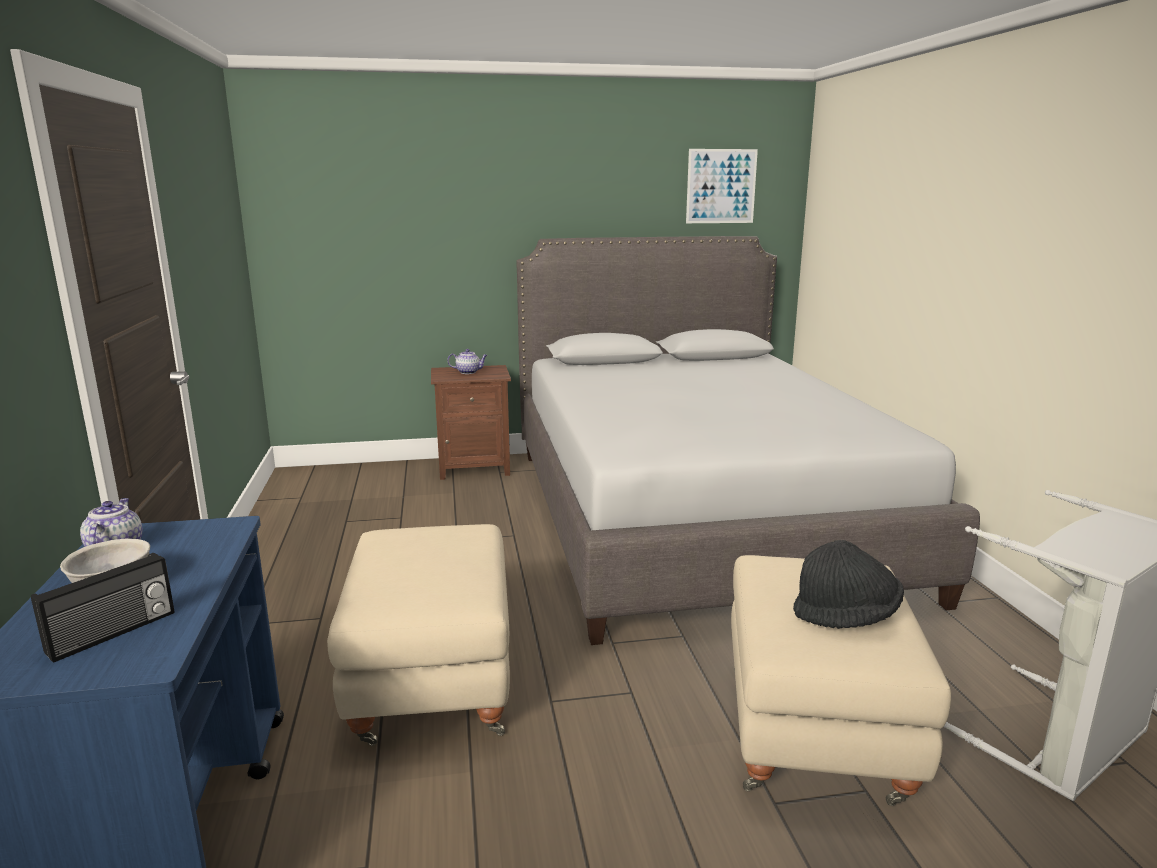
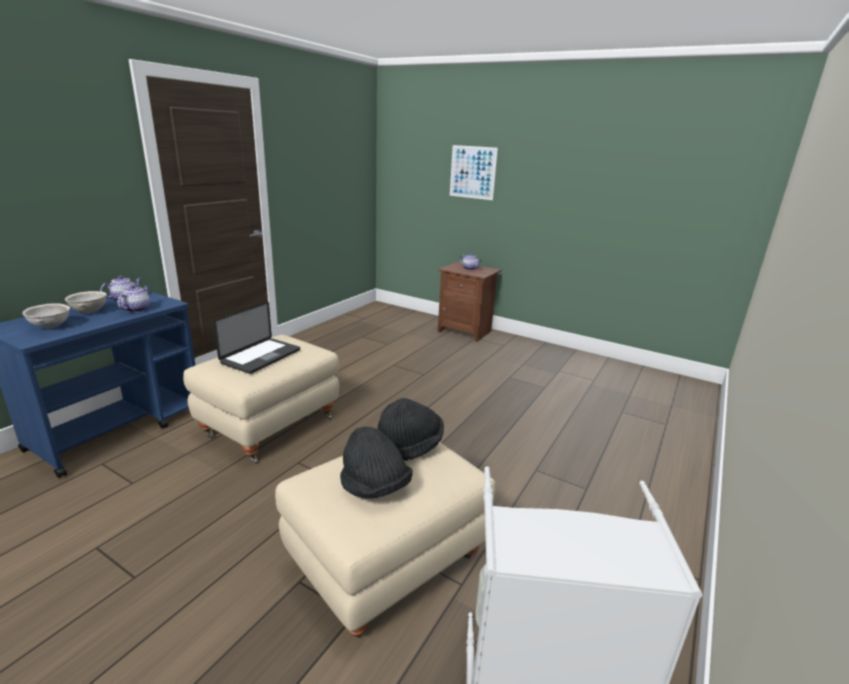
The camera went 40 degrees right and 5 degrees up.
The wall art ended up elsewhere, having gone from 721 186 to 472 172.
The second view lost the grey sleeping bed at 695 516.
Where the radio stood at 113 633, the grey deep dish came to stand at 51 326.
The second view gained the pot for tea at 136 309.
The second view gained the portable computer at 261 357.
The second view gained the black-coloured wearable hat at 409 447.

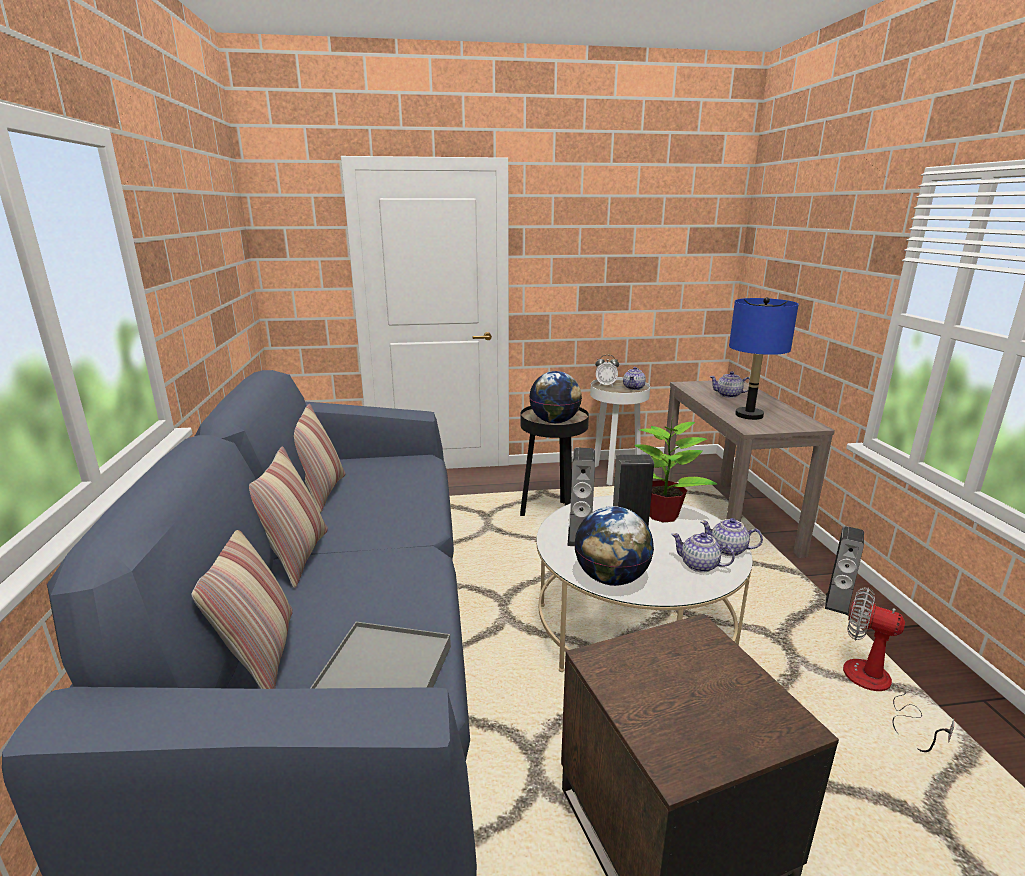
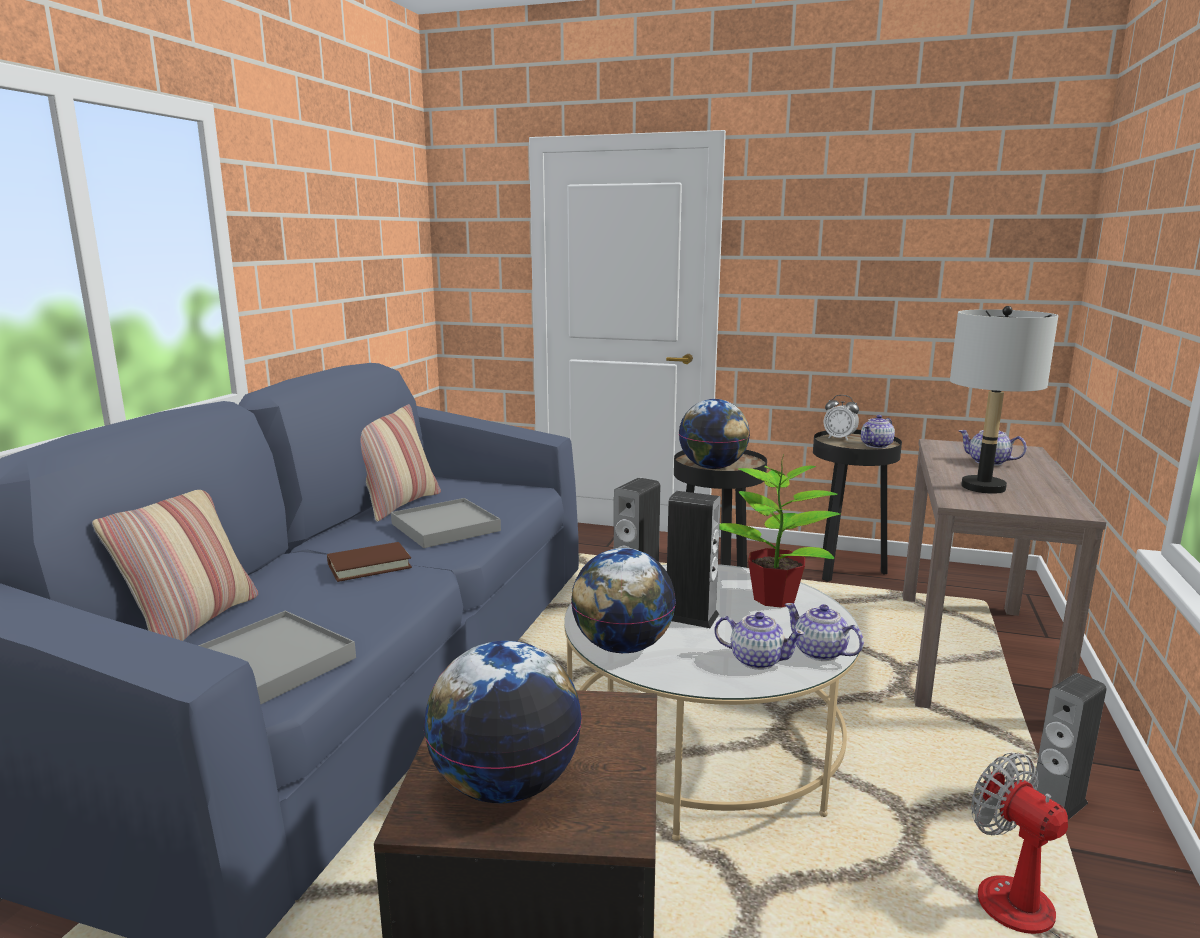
The camera went 25 degrees right and 5 degrees down.
What was the bluish tabletop lamp at 748 415 turned into the grey tabletop lamp at 983 487.
What was the white side table at 614 474 turned into the black-coloured side table at 846 570.
The second view lost the throw pillow at 296 557.
The pot for tea at 700 565 ended up facing another way, 150 degrees clockwise from before.
The second view gained the grey tray at 445 527.
The second view gained the brown book at 369 566.
The second view gained the globe at 506 785.

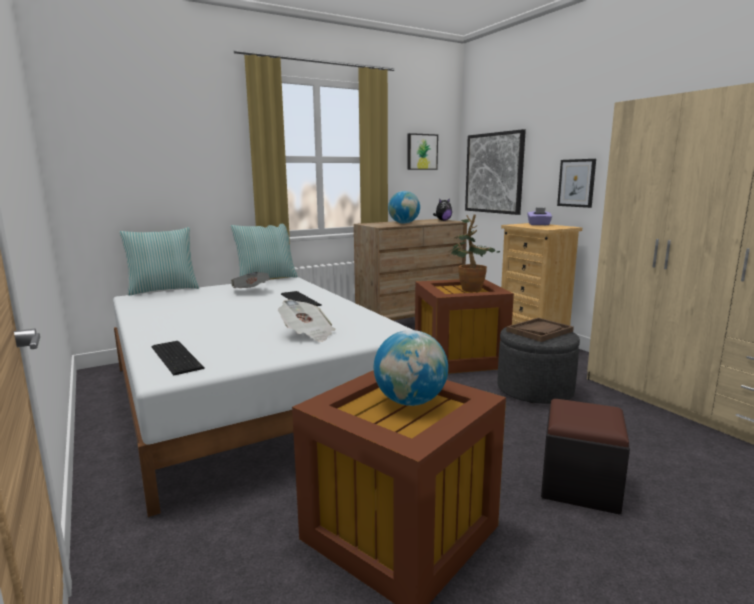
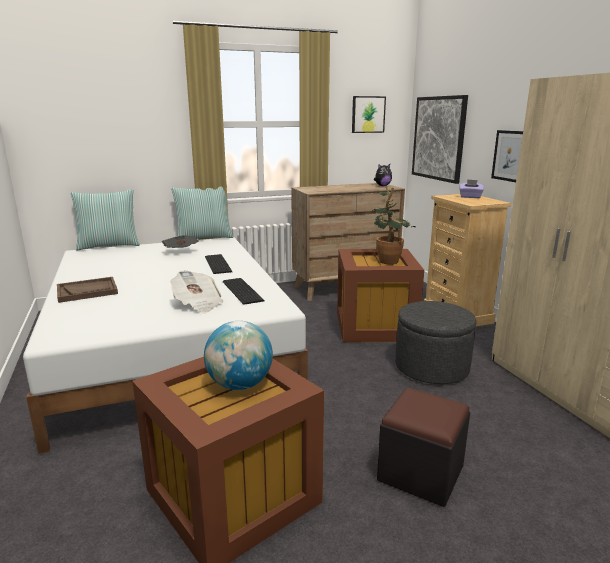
The camera went 10 degrees right and 5 degrees up.
The second view lost the globe at 404 223.
The brown tray ended up elsewhere, having gone from 539 331 to 87 291.
The keyboard ended up elsewhere, having gone from 178 356 to 243 290.

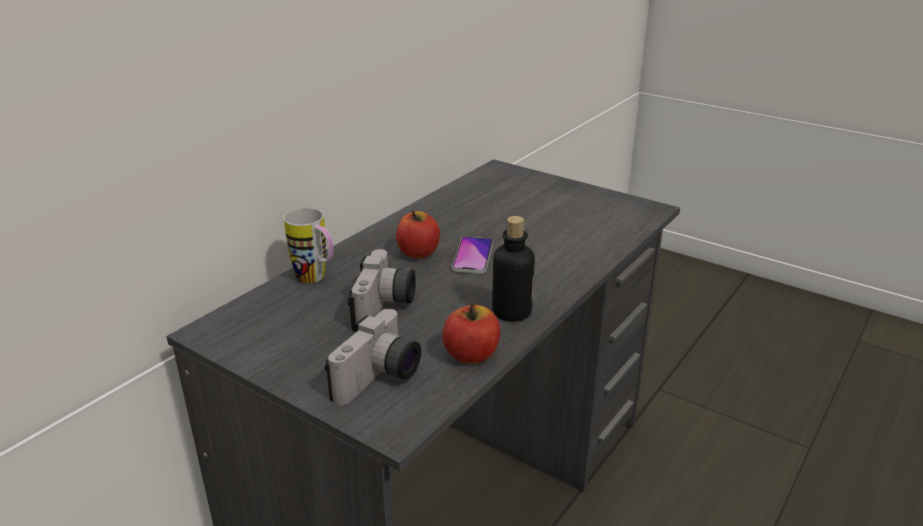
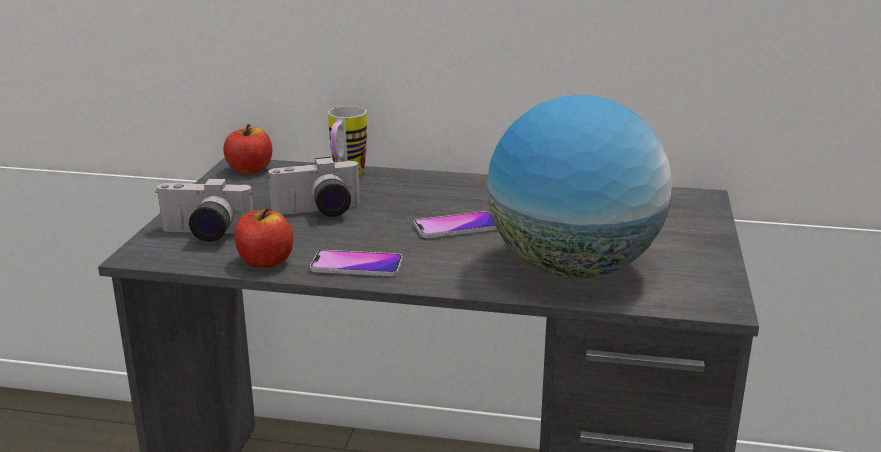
The camera went 65 degrees right and 5 degrees down.
The whole apple ended up elsewhere, having gone from 418 253 to 250 170.
Where the bottle stood at 511 312, the telephone came to stand at 356 265.
The second view gained the globe at 572 268.

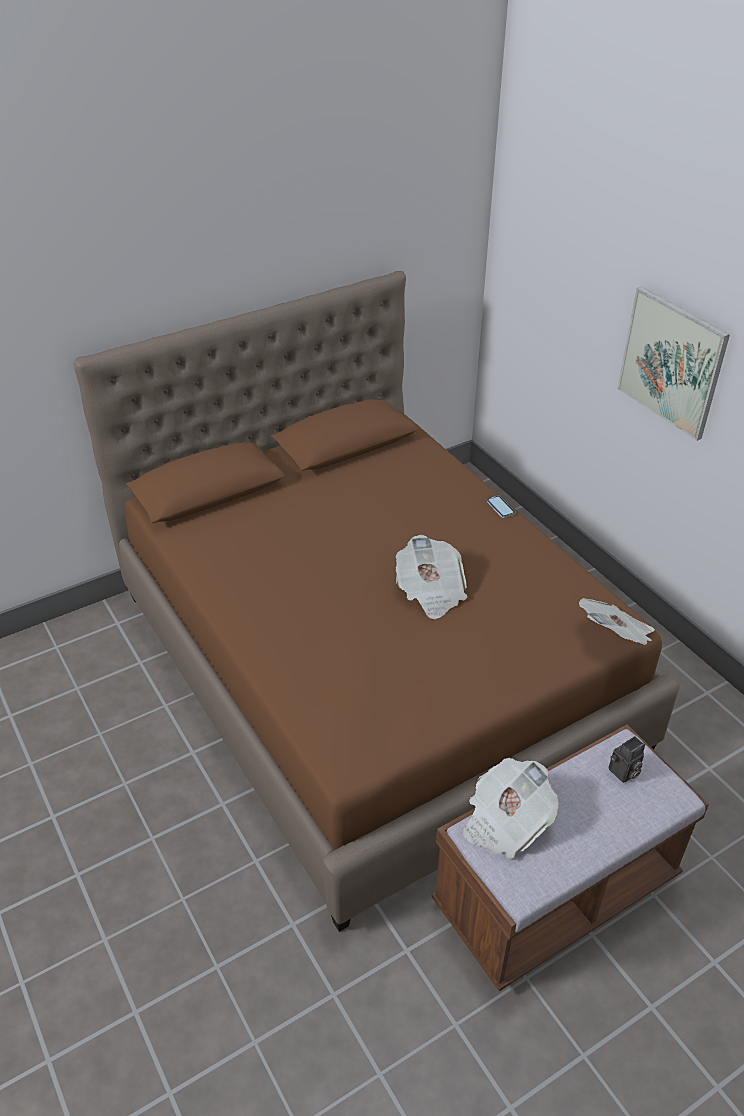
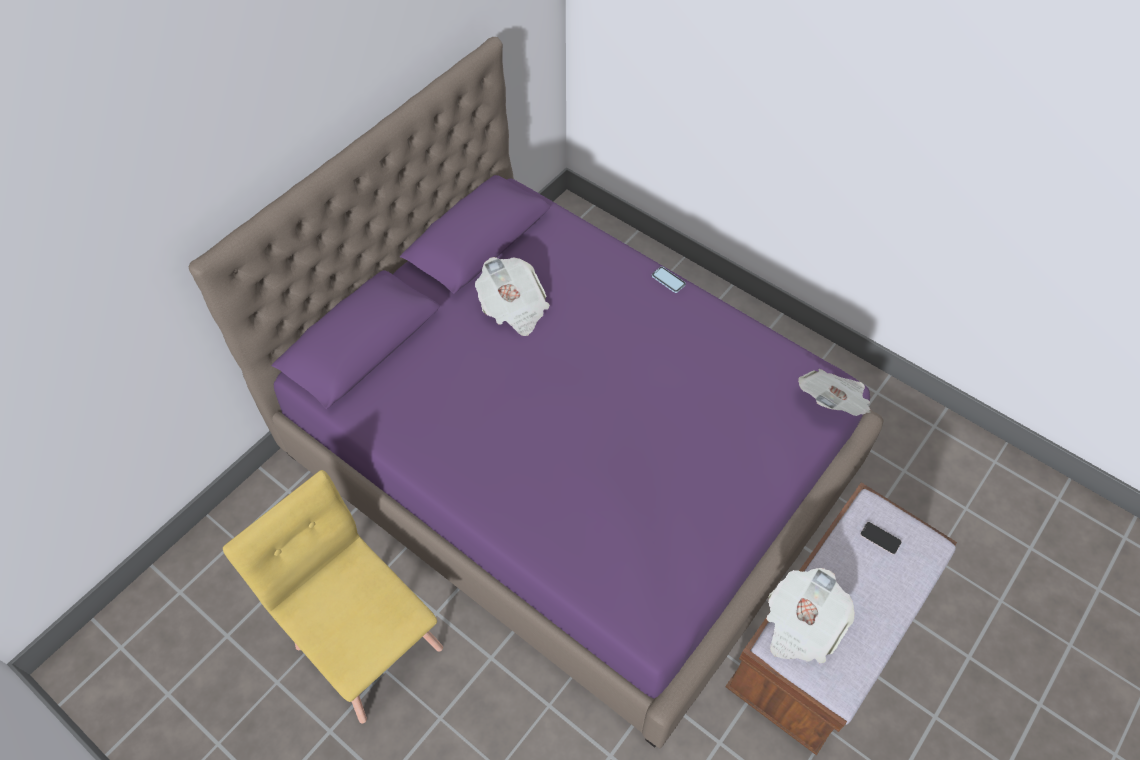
The camera went 20 degrees left and 15 degrees up.
What was the brown sleeping bed at 371 667 turned into the purplish sleeping bed at 569 461.
The second view lost the wall art at 671 362.
The printed paper ended up elsewhere, having gone from 430 592 to 513 308.
Where the photo camera stood at 623 773, the telephone came to stand at 880 538.
The second view gained the yellow-coloured upright chair at 369 645.

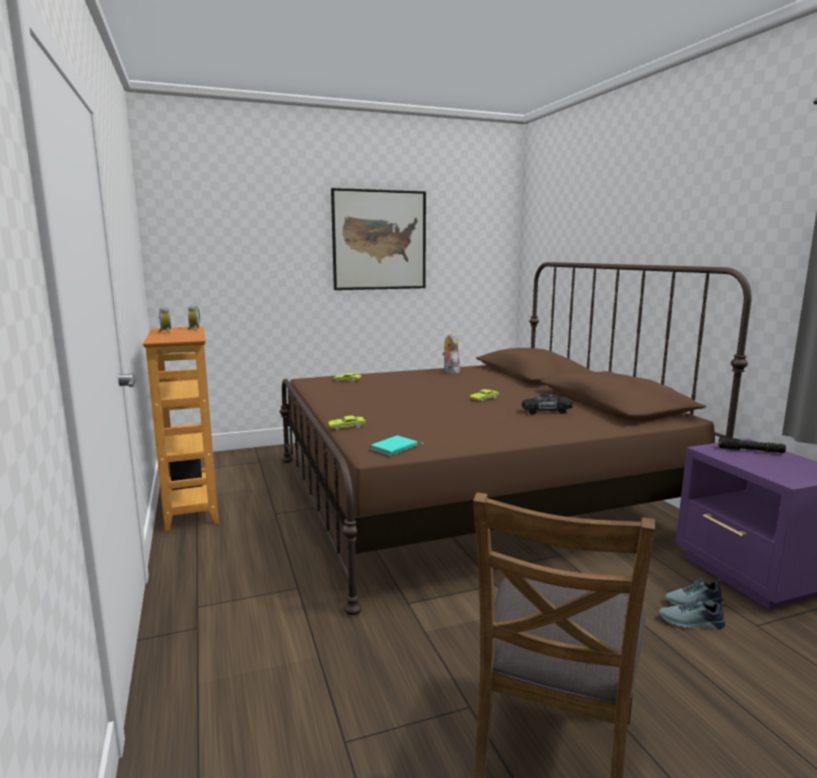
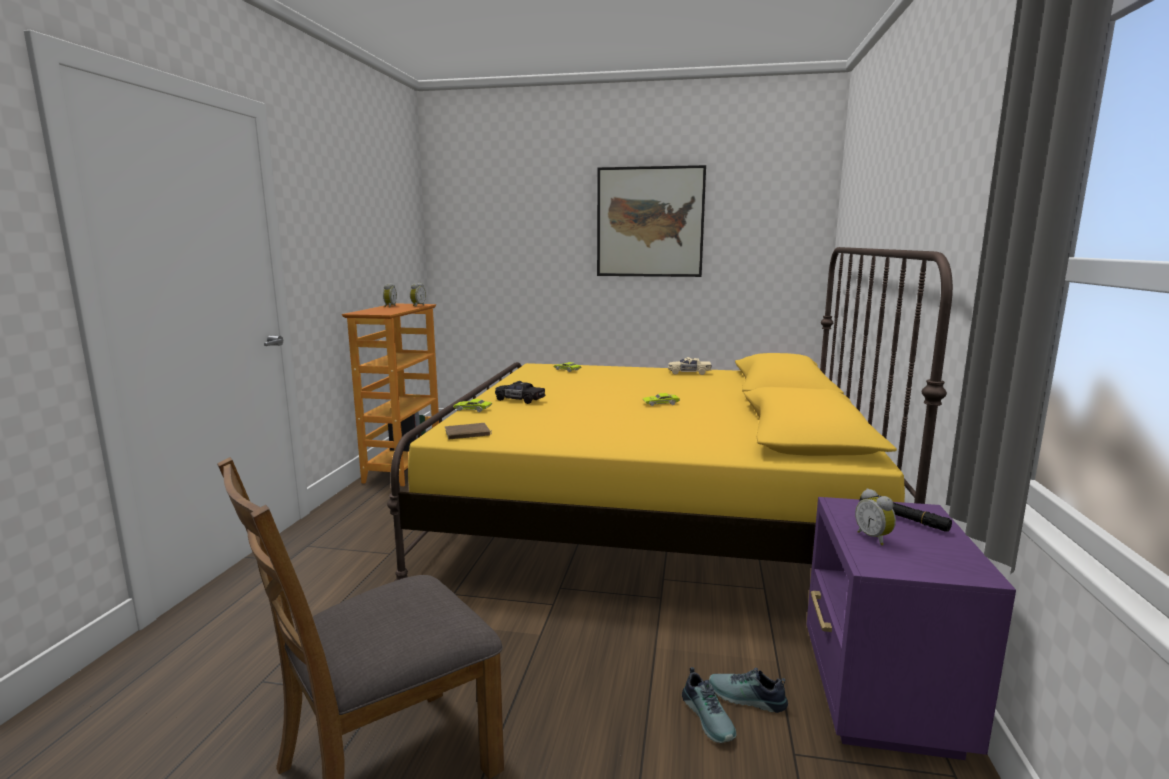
The camera went 30 degrees right and 0 degrees up.
What was the brown sleeping bed at 469 493 turned into the yellow-coloured sleeping bed at 653 511.
Where the soft toy stood at 450 371, the beige-coloured miniature car came to stand at 689 373.
The black-coloured miniature car ended up elsewhere, having gone from 546 411 to 519 400.
What was the blue-green book at 395 448 turned into the brown book at 467 434.
The low shoe at 691 623 ended up facing another way, 150 degrees counterclockwise from before.
The second view gained the alarm clock at 874 538.

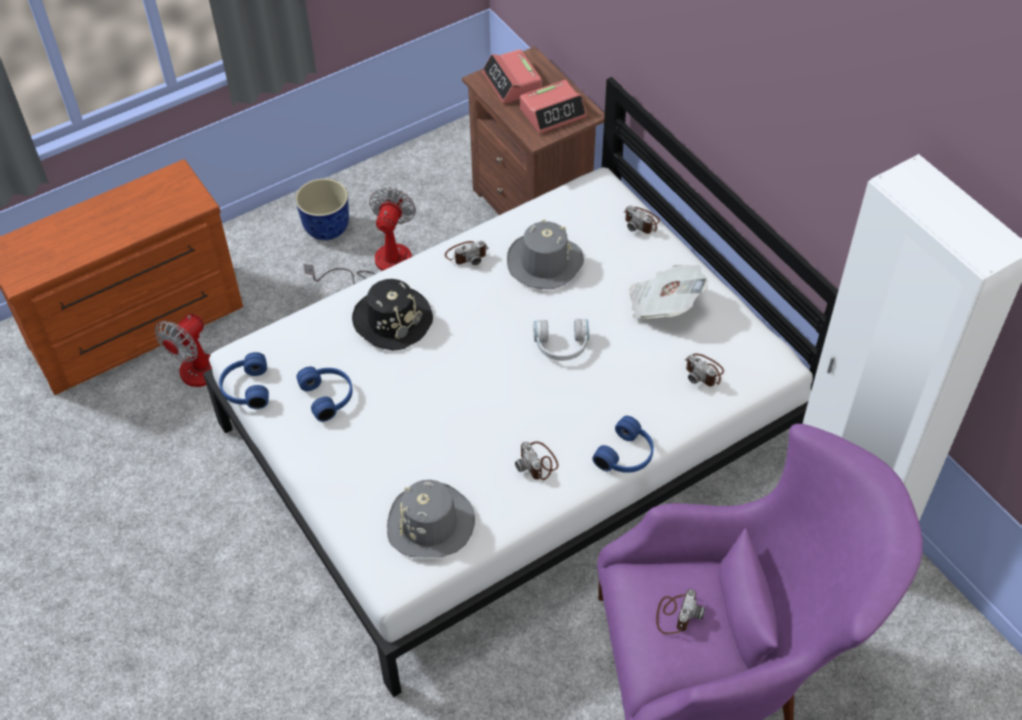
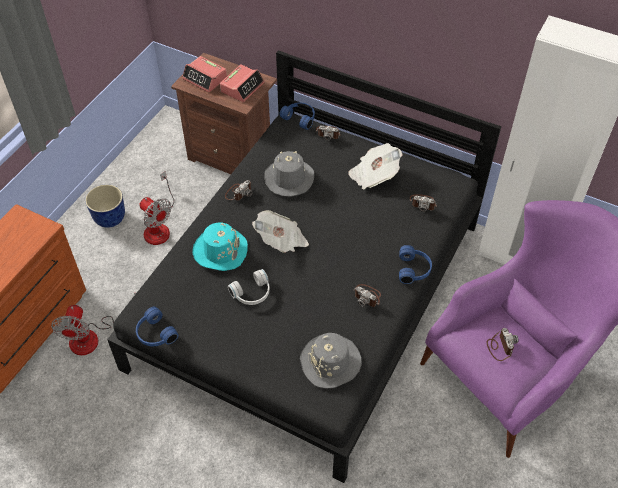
The camera went 30 degrees left and 0 degrees up.
What was the white sleeping bed at 513 436 turned into the black-coloured sleeping bed at 310 294.
The cooling fan at 379 264 ended up facing another way, 150 degrees clockwise from before.
What was the black-coloured wearable hat at 392 320 turned into the blue-green wearable hat at 220 250.
The white pair of headphones ended up elsewhere, having gone from 561 347 to 252 294.
The bluish pair of headphones ended up elsewhere, having gone from 329 396 to 300 118.
The second view gained the printed paper at 281 241.

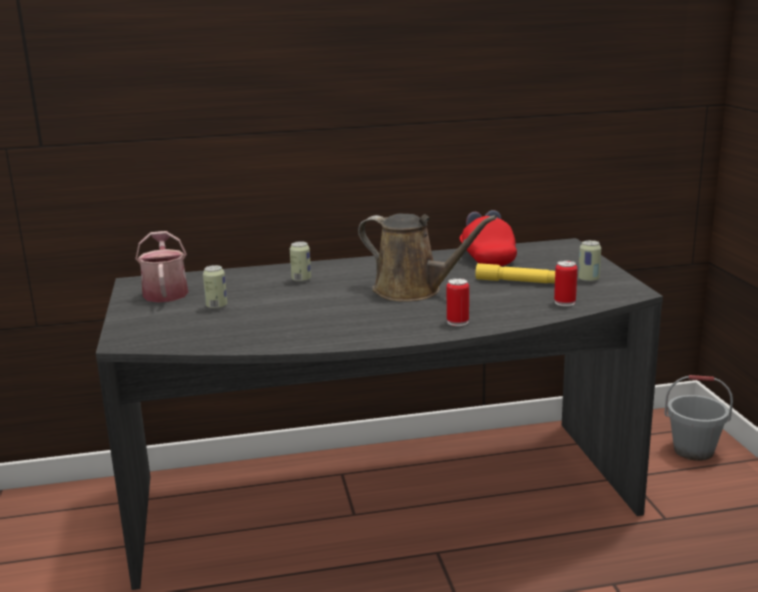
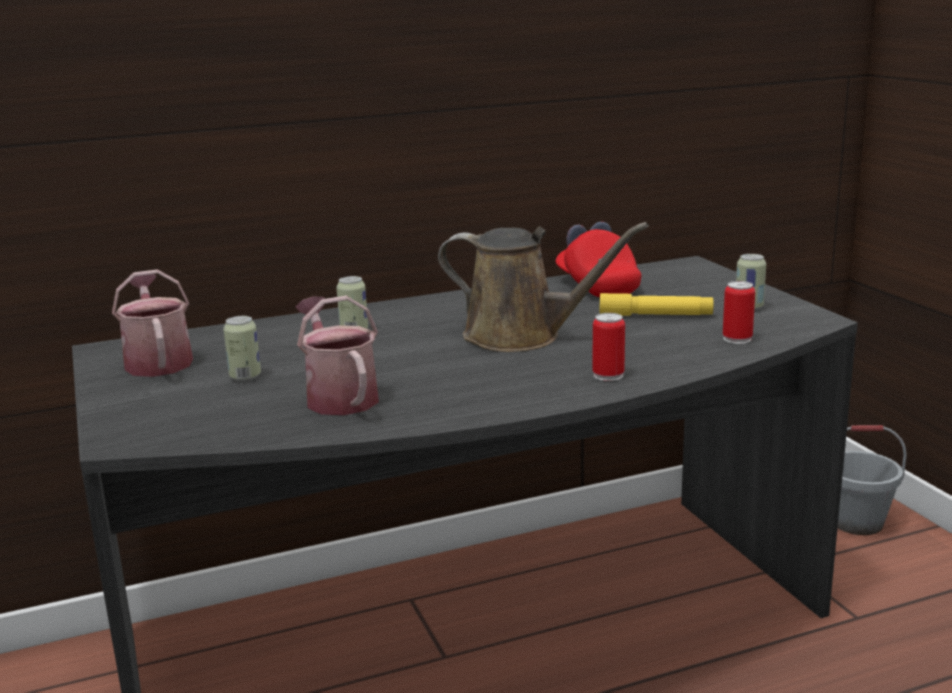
The camera went 10 degrees left and 0 degrees up.
The second view gained the sprinkling can at 339 396.

